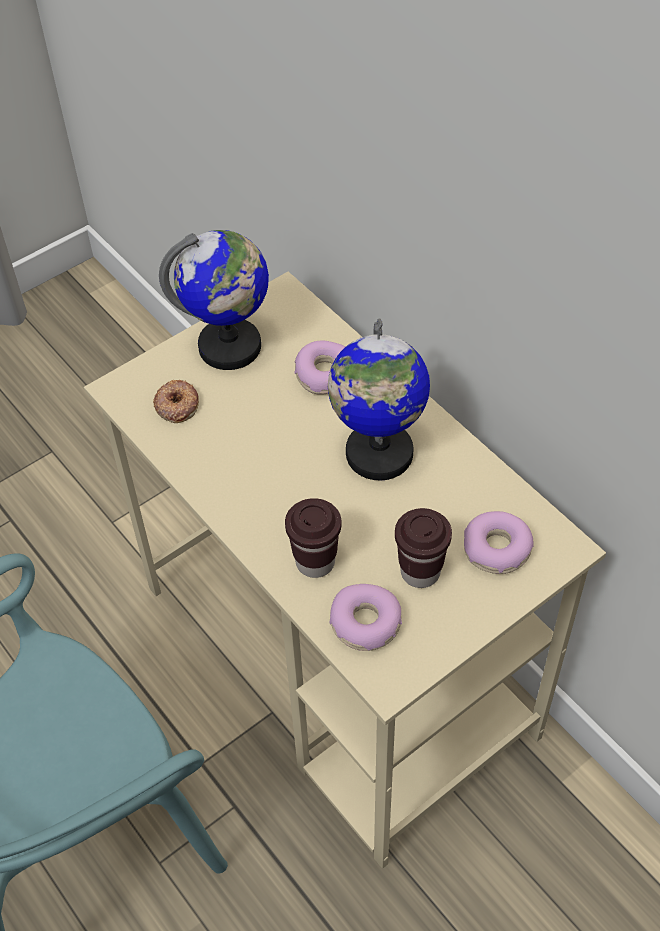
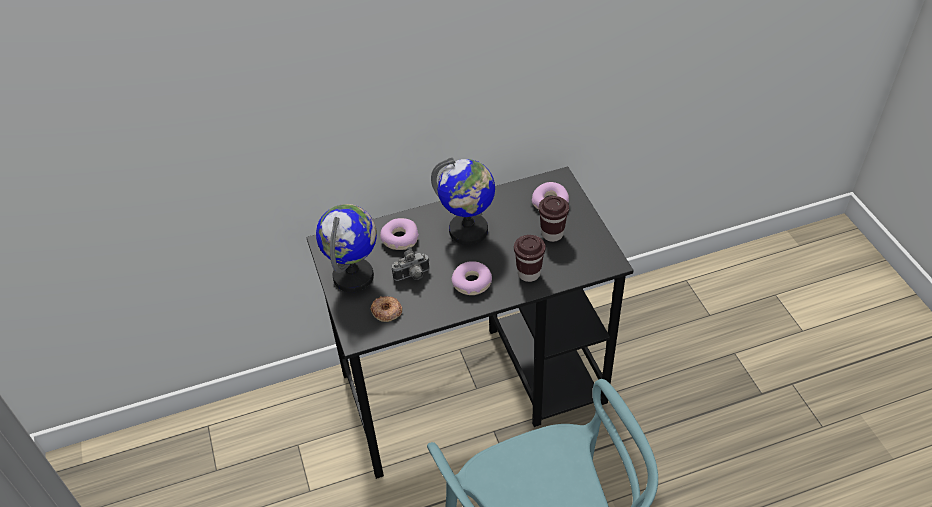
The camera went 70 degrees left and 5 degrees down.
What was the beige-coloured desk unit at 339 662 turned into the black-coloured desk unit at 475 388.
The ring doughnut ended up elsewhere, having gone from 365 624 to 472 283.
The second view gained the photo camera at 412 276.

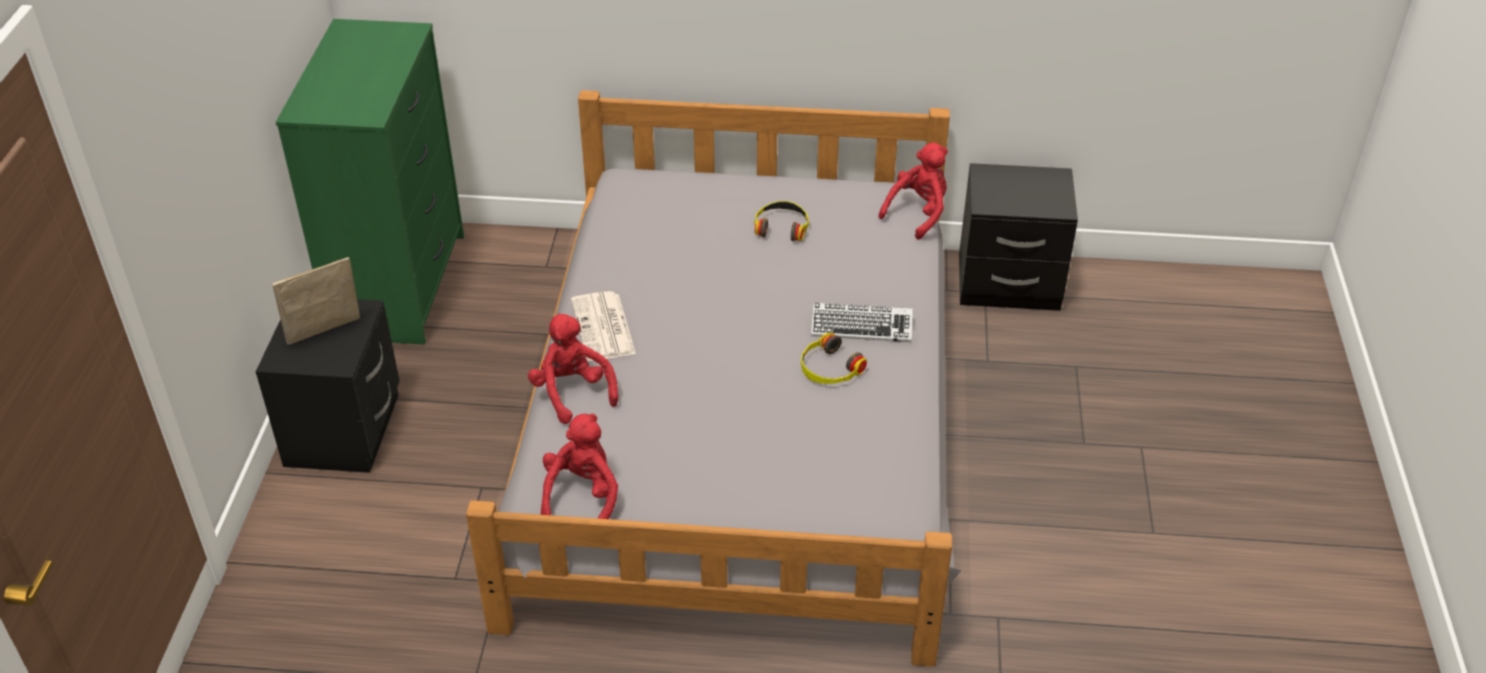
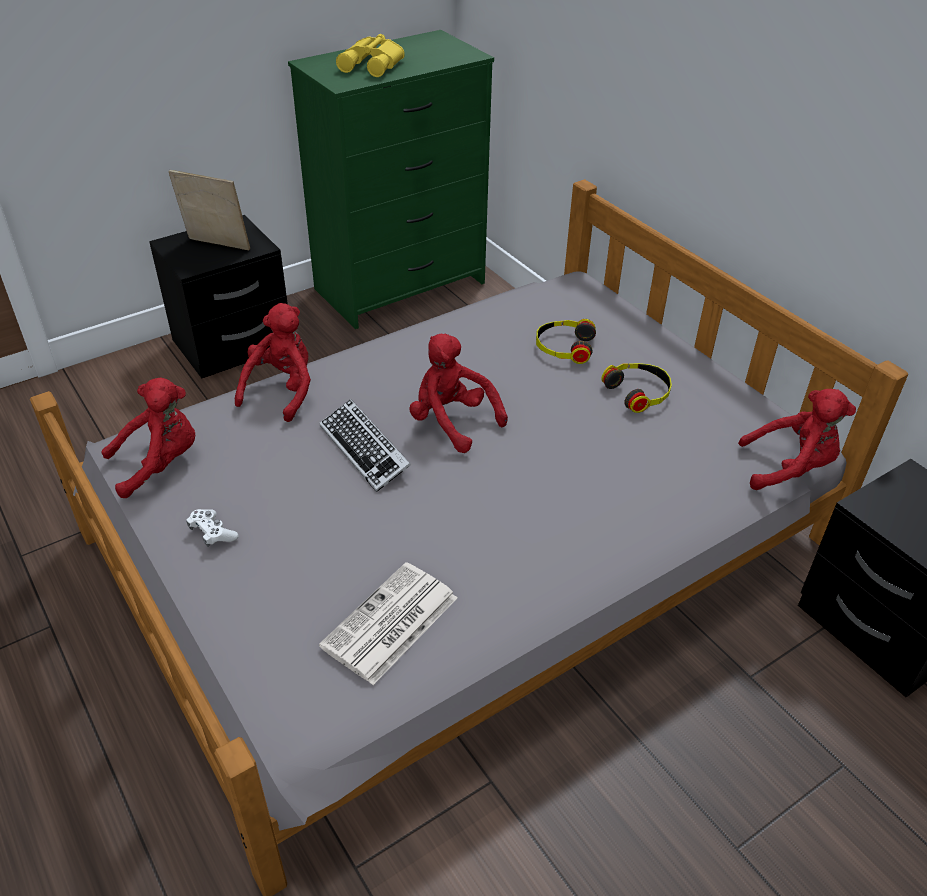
The camera went 50 degrees right and 0 degrees up.
The printed paper ended up elsewhere, having gone from 604 328 to 390 624.
The keyboard ended up elsewhere, having gone from 861 327 to 365 450.
The pair of headphones ended up elsewhere, having gone from 829 369 to 564 347.
The second view gained the yellow-coloured pair of binoculars at 373 64.
The second view gained the reddish soft toy at 452 422.
The second view gained the white game controller at 212 533.

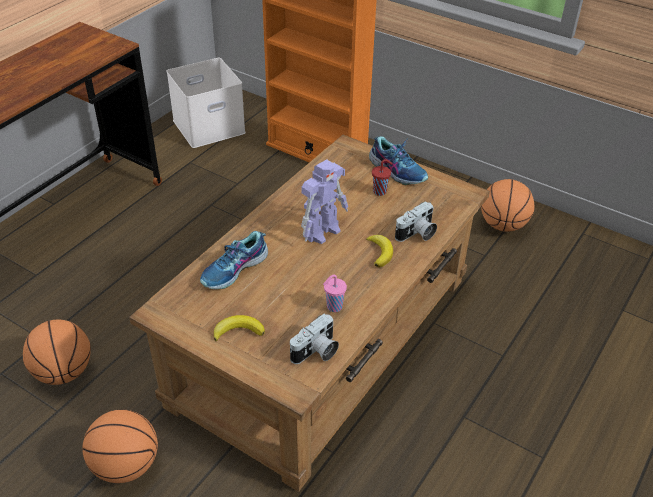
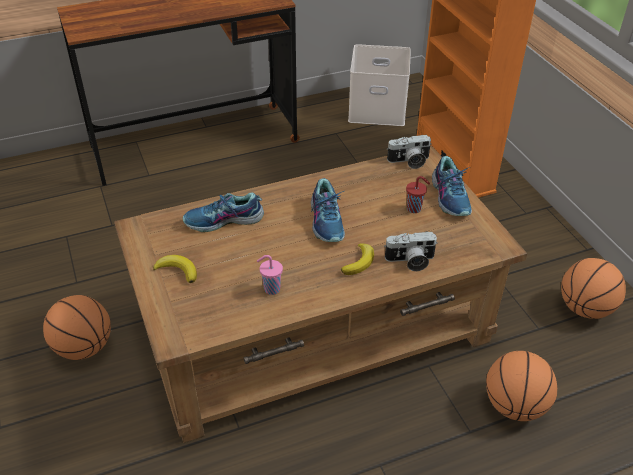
The camera went 35 degrees right and 0 degrees up.
Where the toy robot stood at 322 231, the low shoe came to stand at 327 221.
The photo camera ended up elsewhere, having gone from 316 352 to 409 162.
The ball for basketball ended up elsewhere, having gone from 63 372 to 514 406.

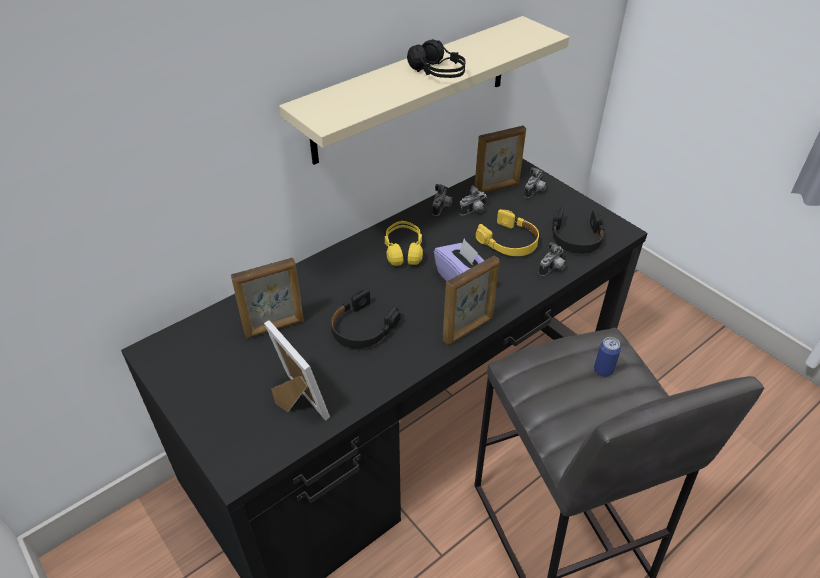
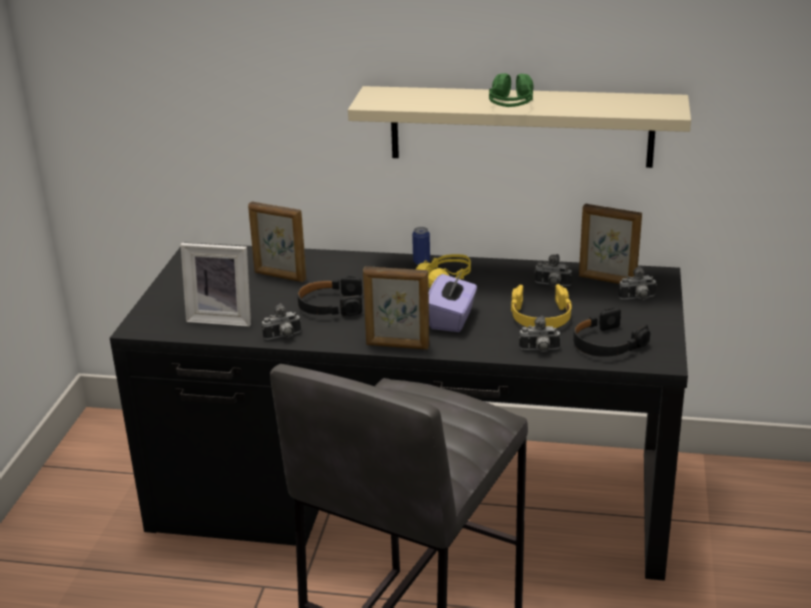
The camera went 50 degrees right and 15 degrees down.
What was the black-coloured pair of headphones at 438 73 turned into the green pair of headphones at 511 104.
The photo camera ended up elsewhere, having gone from 442 208 to 283 337.
The picture frame at 296 403 ended up facing another way, 90 degrees clockwise from before.
The sealed can ended up elsewhere, having gone from 603 370 to 421 262.

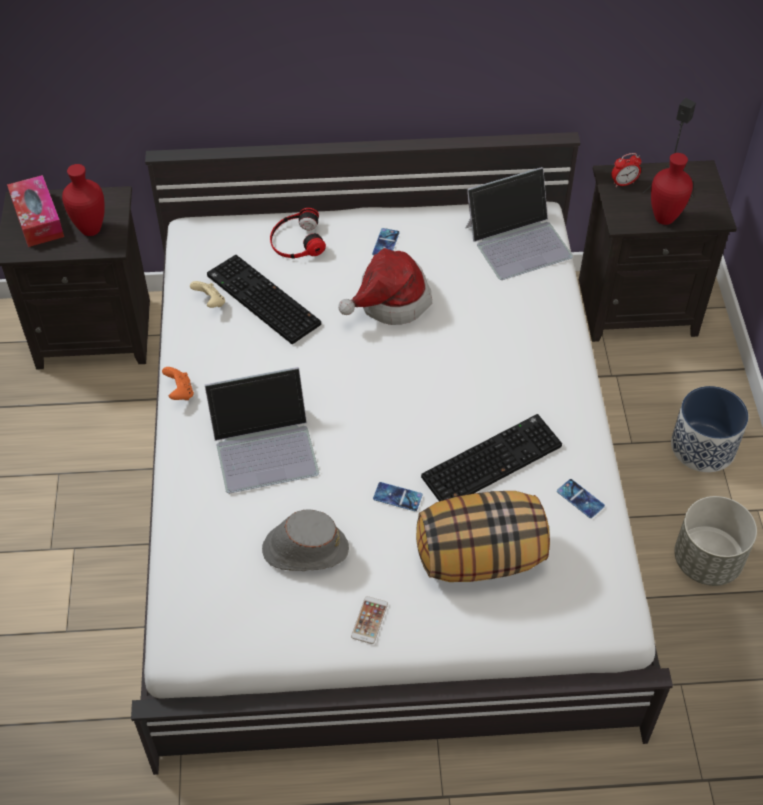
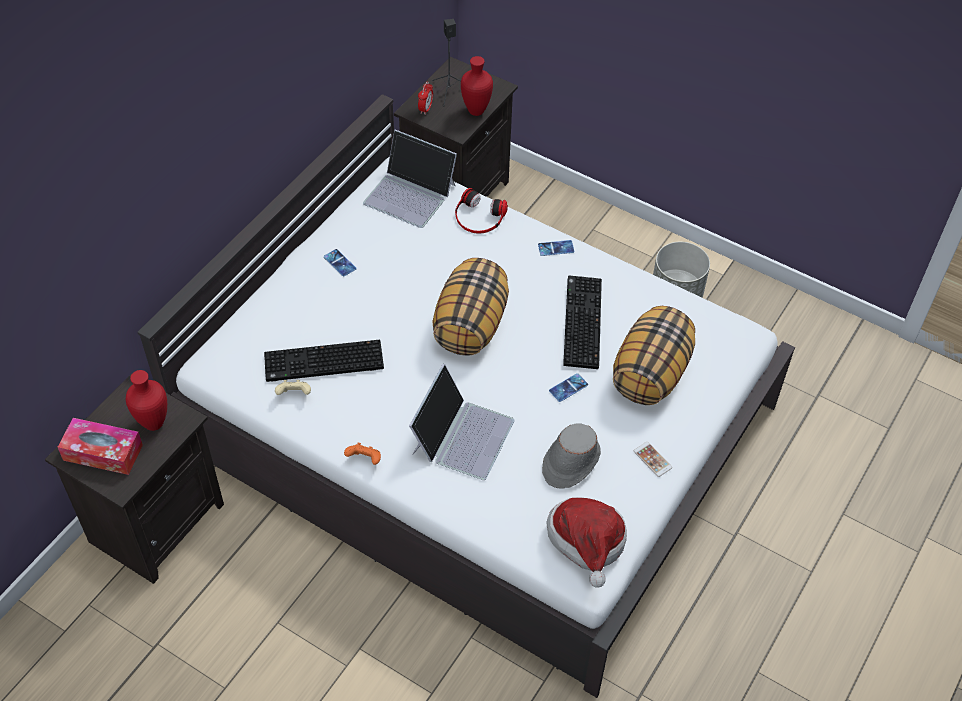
The camera went 55 degrees left and 0 degrees up.
The portable computer at 518 241 ended up facing another way, 105 degrees clockwise from before.
The pair of headphones ended up elsewhere, having gone from 296 240 to 479 217.
The wearable hat ended up elsewhere, having gone from 389 301 to 587 544.
The second view lost the flower pot at 703 447.
The telephone ended up elsewhere, having gone from 580 499 to 556 248.
The second view gained the throw pillow at 470 325.

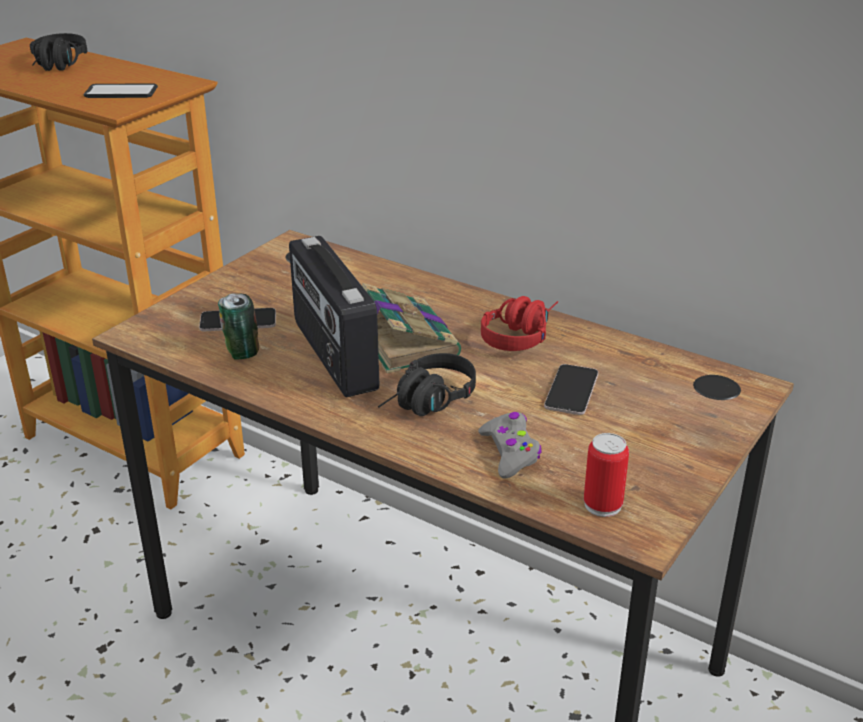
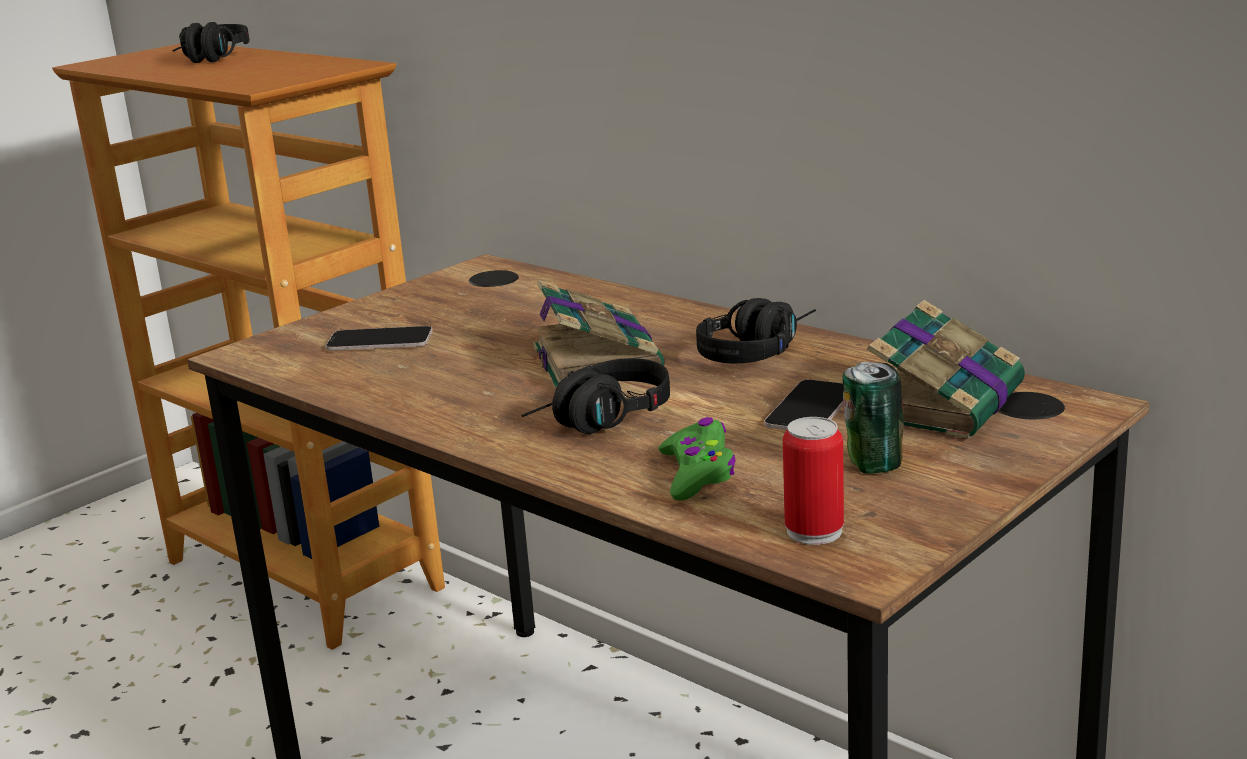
The camera went 10 degrees right and 10 degrees down.
The second view lost the telephone at 121 92.
The second view lost the radio at 333 356.
The sealed can ended up elsewhere, having gone from 241 353 to 873 464.
What was the reddish pair of headphones at 521 334 turned into the black-coloured pair of headphones at 758 351.
What was the grey game controller at 510 452 turned into the green game controller at 698 473.
The second view gained the book at 943 401.

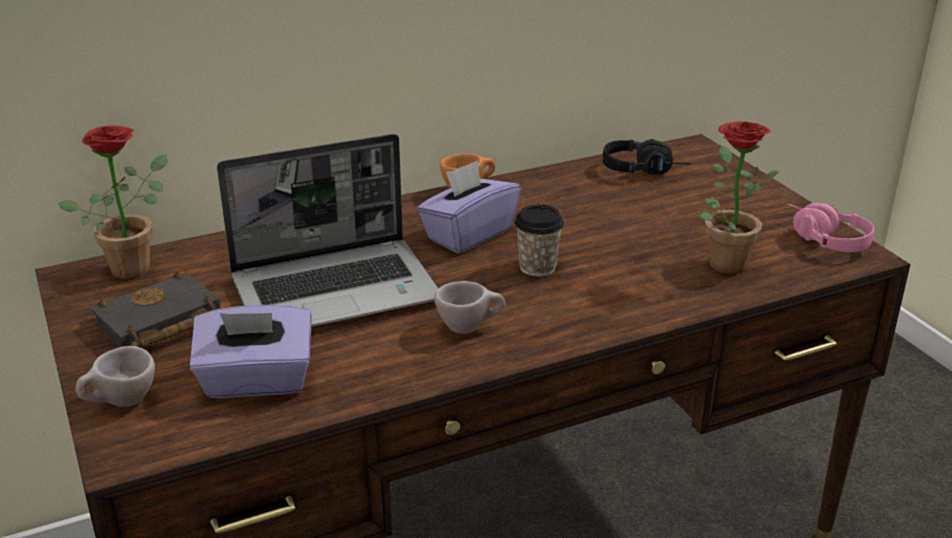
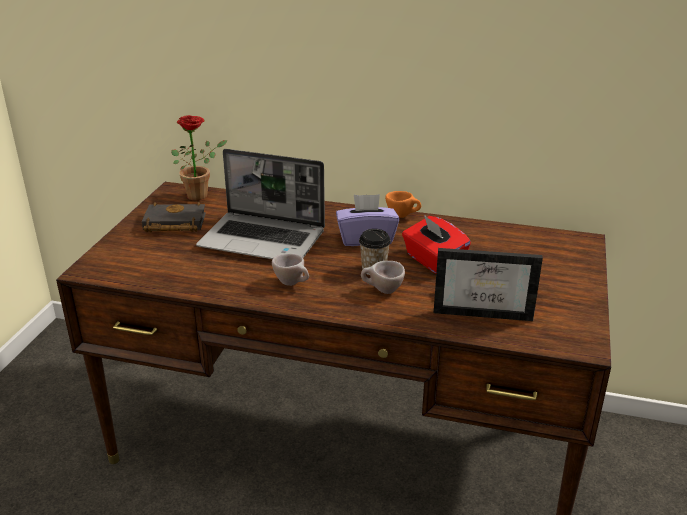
The camera went 40 degrees right and 0 degrees up.
Where the houseplant stood at 722 260, the picture frame came to stand at 484 310.
The second view lost the black-coloured pair of headphones at 645 170.
The second view lost the pinkish pair of headphones at 821 239.
The second view lost the purplish box of tissues at 256 381.
The beige-coloured small cup ended up elsewhere, having gone from 121 404 to 382 291.
The second view gained the reddish box of tissues at 433 261.

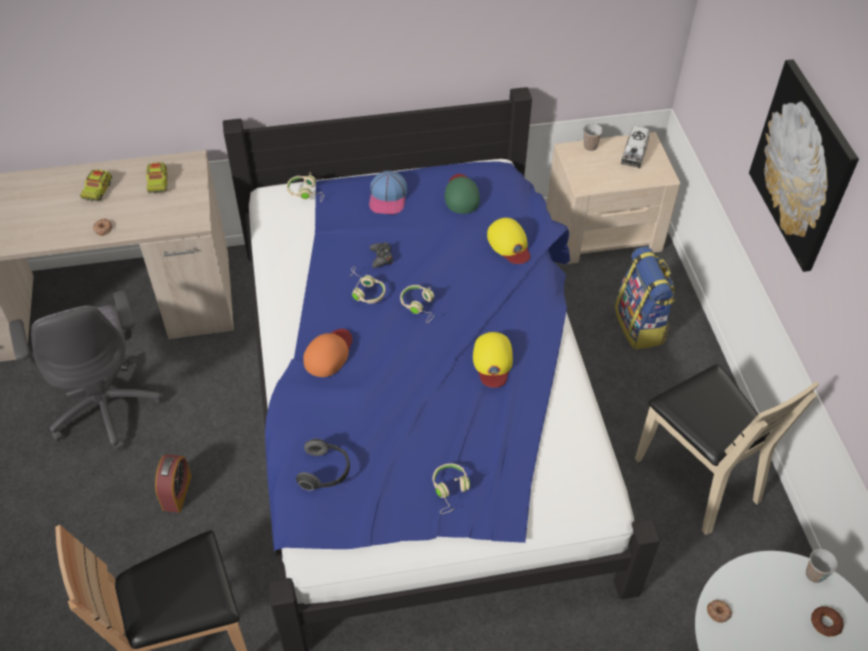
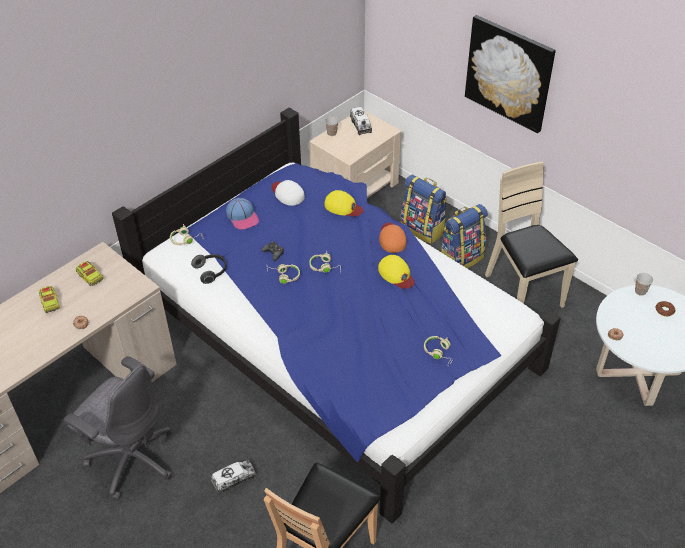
The camera went 35 degrees left and 5 degrees down.
What was the green cap at 461 195 turned into the white cap at 287 194.
The orangey cap ended up elsewhere, having gone from 329 354 to 392 239.
The beige-coloured upright chair at 697 477 ended up facing another way, 135 degrees counterclockwise from before.
The pair of headphones ended up elsewhere, having gone from 325 472 to 211 272.
Where the alarm clock stood at 177 492, the model truck came to stand at 234 479.
The second view gained the backpack at 461 259.

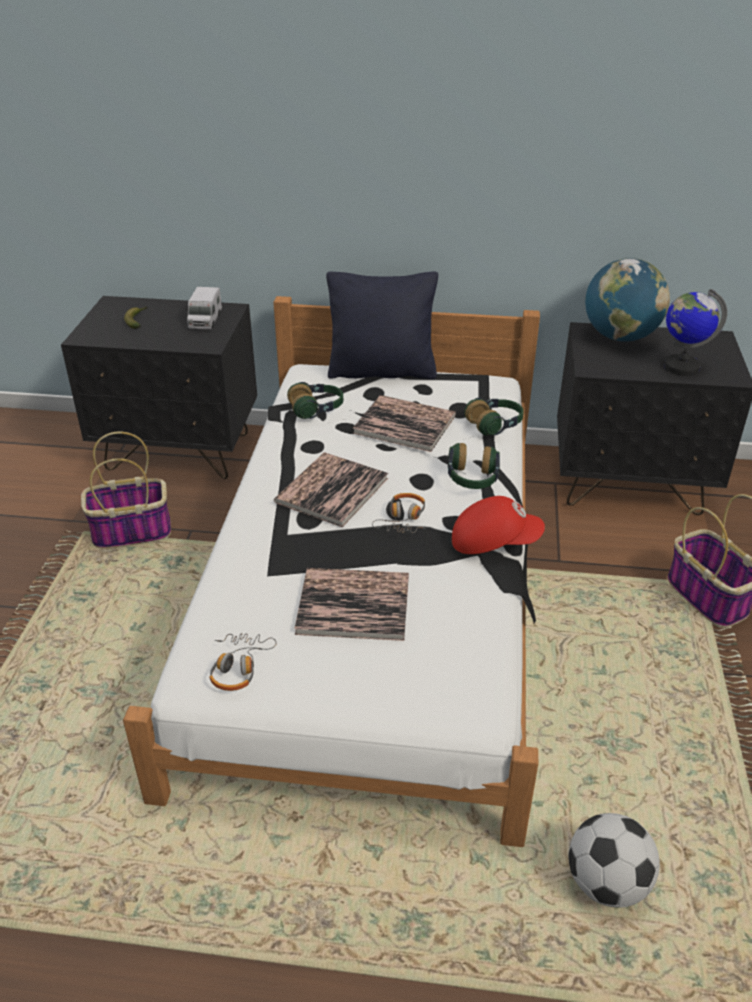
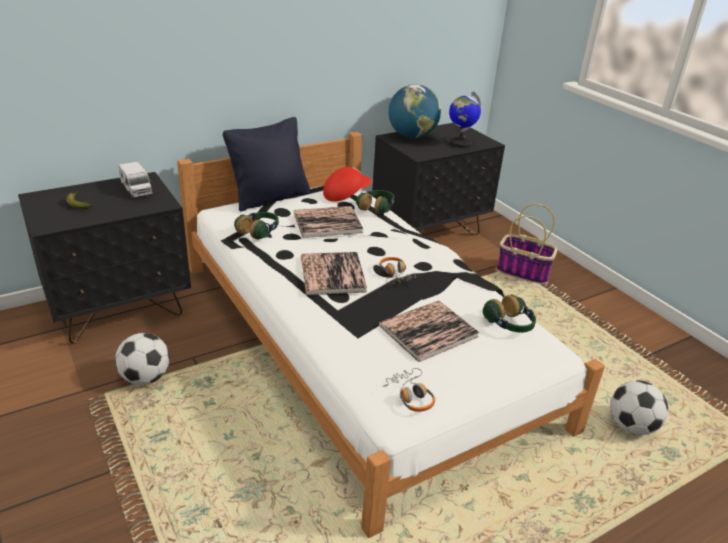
The camera went 40 degrees left and 5 degrees down.
Where the household basket stood at 130 532, the football came to stand at 145 378.
The pair of headphones ended up elsewhere, having gone from 472 479 to 509 325.
The reddish cap ended up elsewhere, having gone from 494 541 to 346 194.

